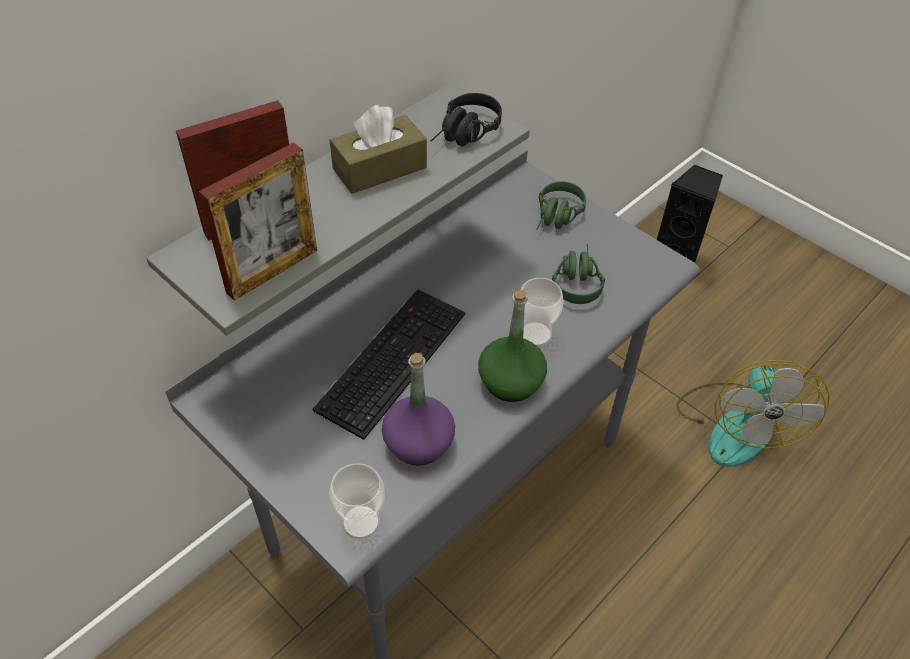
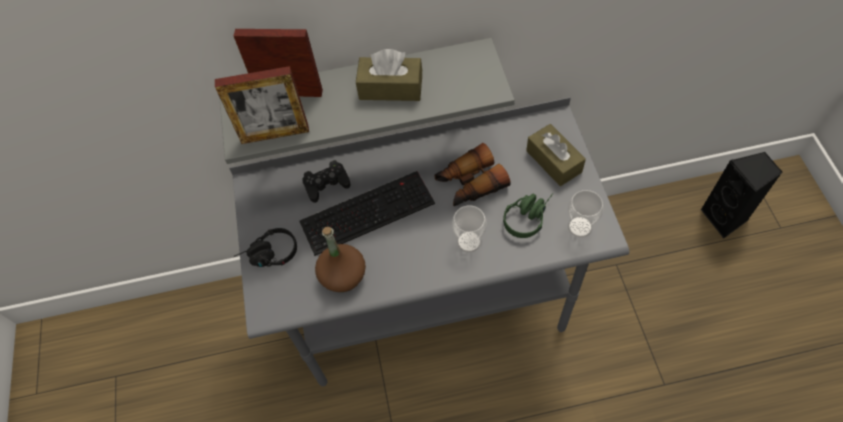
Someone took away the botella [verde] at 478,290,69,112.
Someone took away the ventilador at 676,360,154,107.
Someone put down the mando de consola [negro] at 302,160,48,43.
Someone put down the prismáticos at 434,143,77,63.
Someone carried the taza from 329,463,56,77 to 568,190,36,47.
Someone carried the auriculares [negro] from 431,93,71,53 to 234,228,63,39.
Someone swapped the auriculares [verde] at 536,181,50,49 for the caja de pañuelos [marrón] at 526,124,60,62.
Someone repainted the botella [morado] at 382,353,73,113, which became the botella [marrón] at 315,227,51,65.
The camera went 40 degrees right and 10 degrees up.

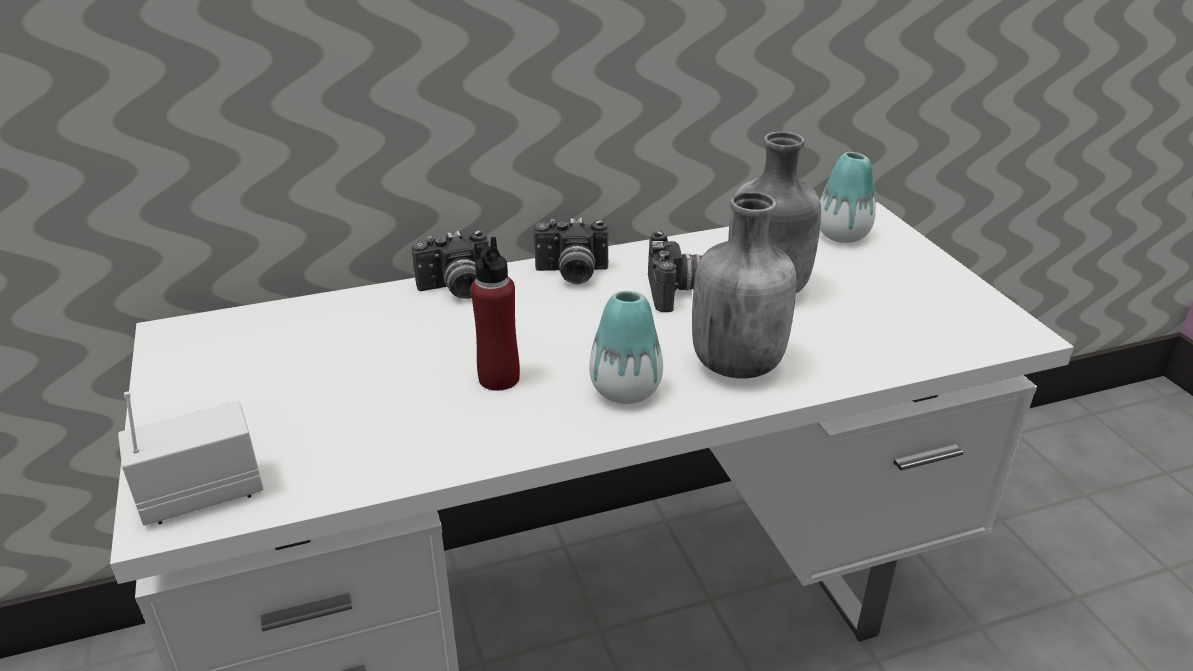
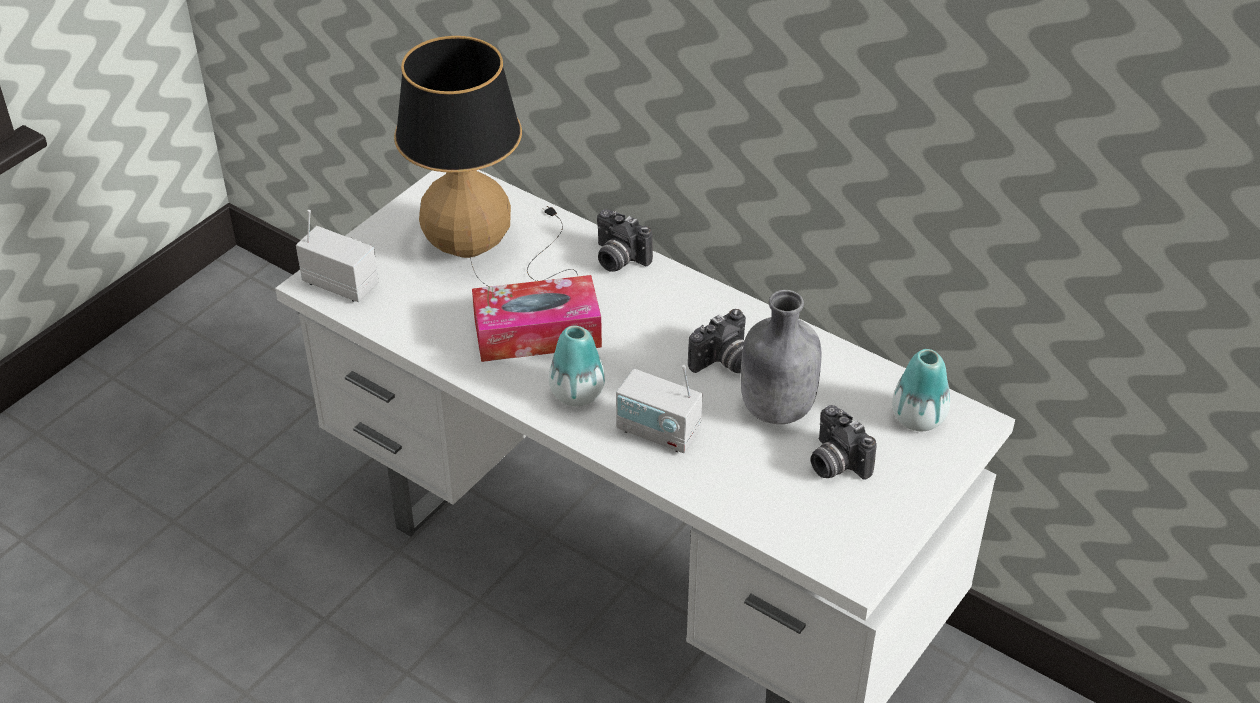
Someone put down the lámpara de mesa at 394,36,184,249.
Someone carried the cámara from 533,218,75,66 to 811,405,66,75.
Someone swapped the botella [rojo] at 471,237,49,154 for the caja de pañuelos at 472,275,130,87.
Someone swapped the botella [gris] at 692,192,105,187 for the radio at 616,365,86,88.
The camera went 55 degrees right and 10 degrees up.

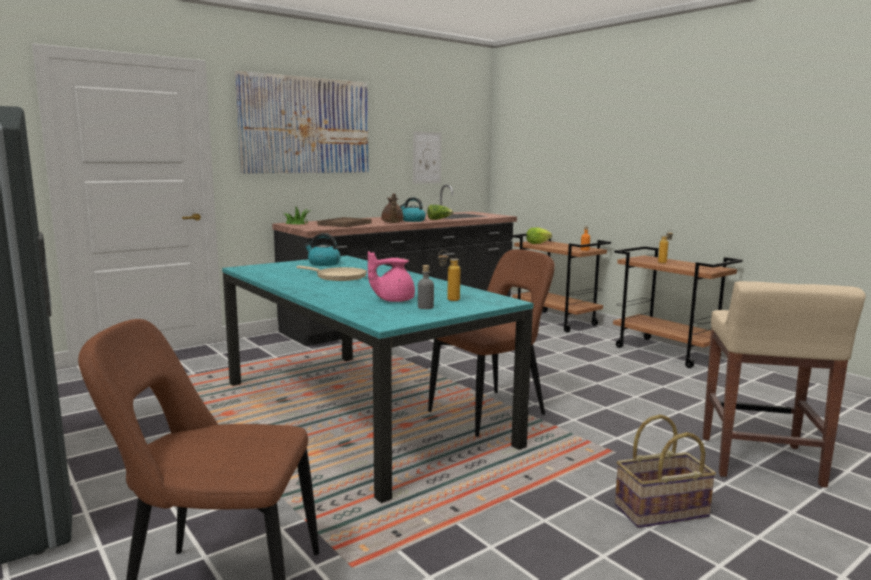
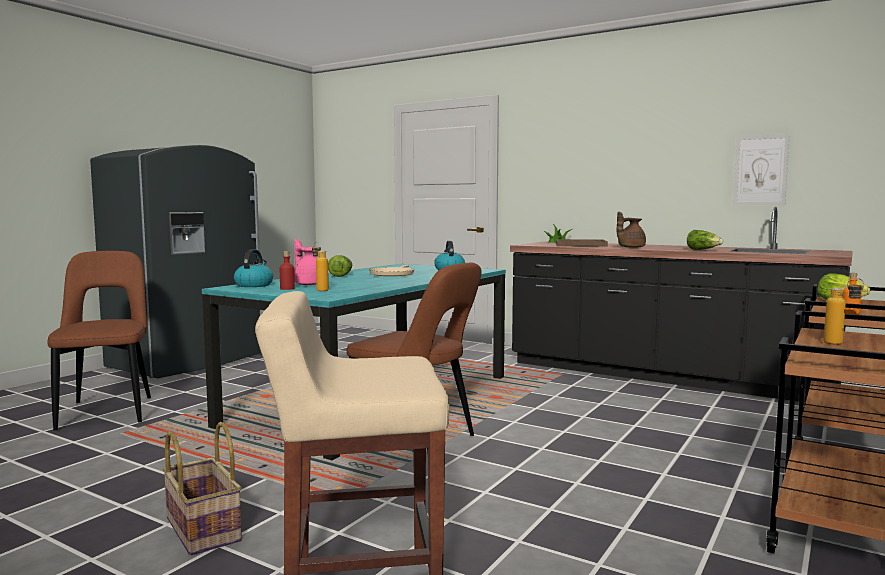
Someone took away the cuadro at 235,71,133,103.
Someone put down the lechuga at 328,255,24,22.
Someone carried the hervidor from 400,197,26,25 to 234,249,39,38.
Someone repainted the botella [gris] at 418,265,16,44, which became the botella [rojo] at 280,251,15,39.
The camera went 70 degrees right and 5 degrees down.

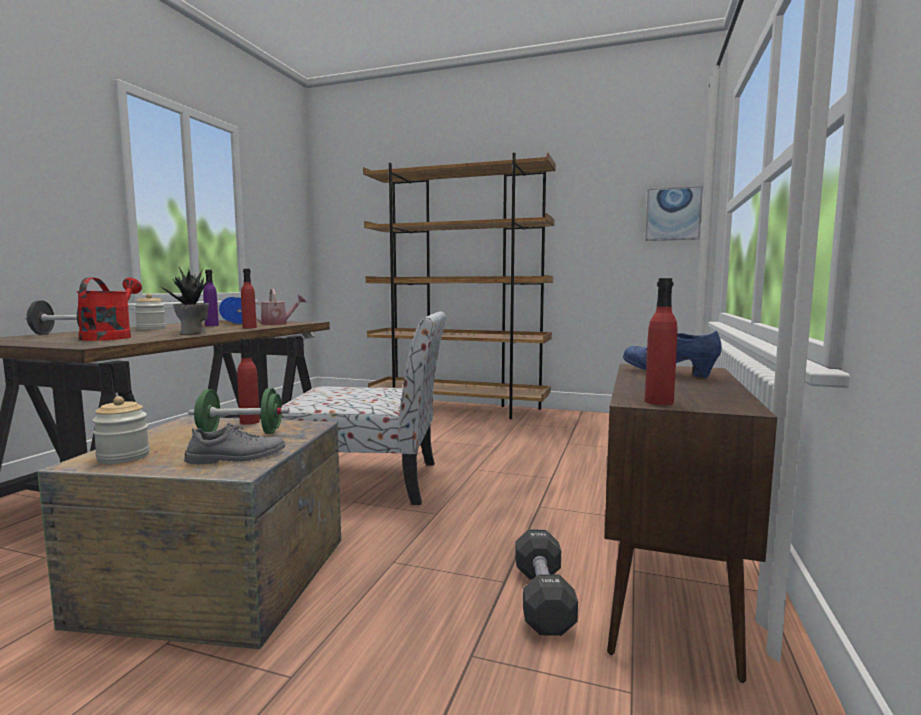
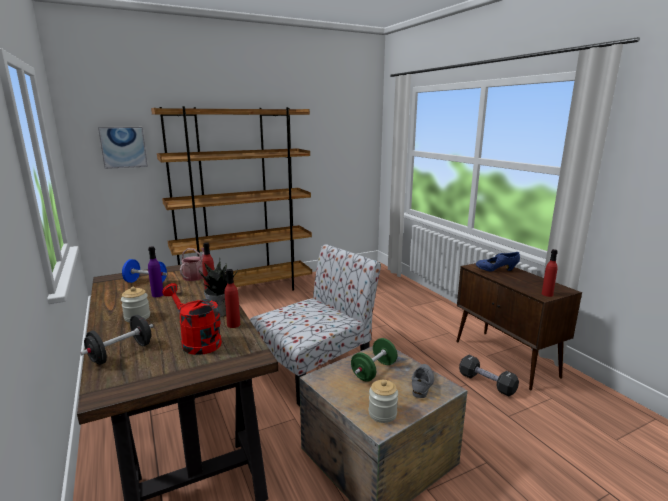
Someone carried the botella [rojo] from 237,338,23,87 to 225,269,15,59.
Someone carried the cuadro from 645,186,58,55 to 98,127,50,42.
The camera went 45 degrees left and 10 degrees up.

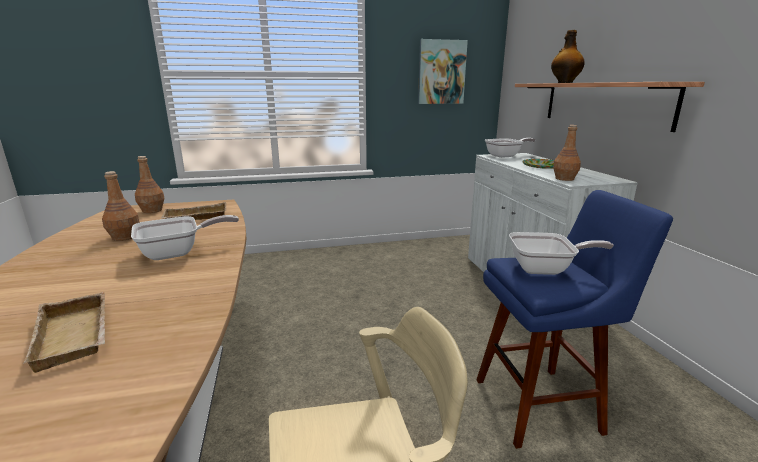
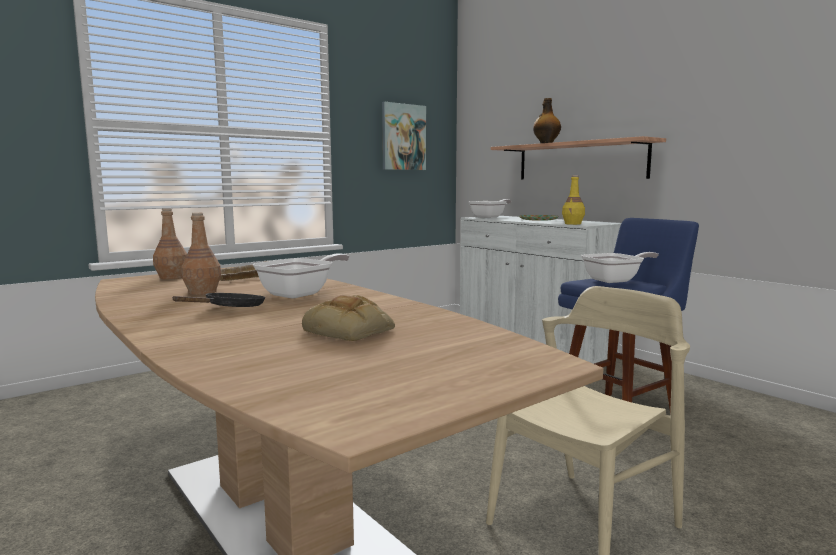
Someone put down the sartén [negro] at 172,293,93,14.
Someone swapped the bandeja [beis] at 23,292,82,81 for the pan at 302,295,93,46.
Someone repainted the botella [marrón] at 553,125,28,56, which became the botella [amarillo] at 562,175,23,50.
The camera went 25 degrees left and 10 degrees down.

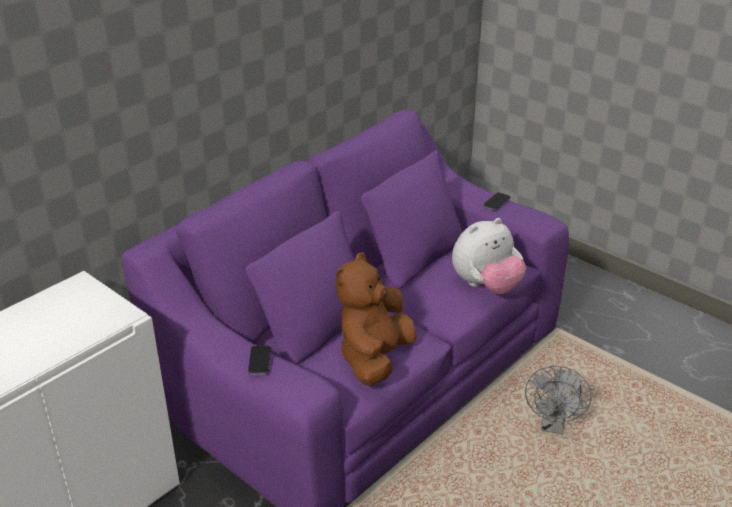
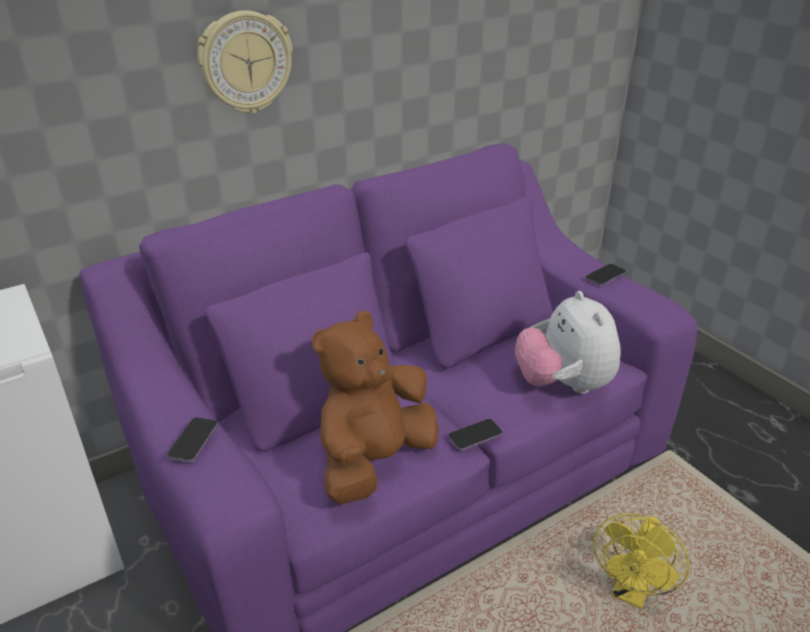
Someone put up the reloj de pared at 197,10,96,104.
Someone put down the móvil at 448,419,54,32.
Someone repainted the ventilador [gris] at 525,366,67,69, which became the ventilador [amarillo] at 593,514,97,95.
Someone rotated the peluche at 452,218,74,76 by 90 degrees clockwise.
The camera went 15 degrees right and 0 degrees up.

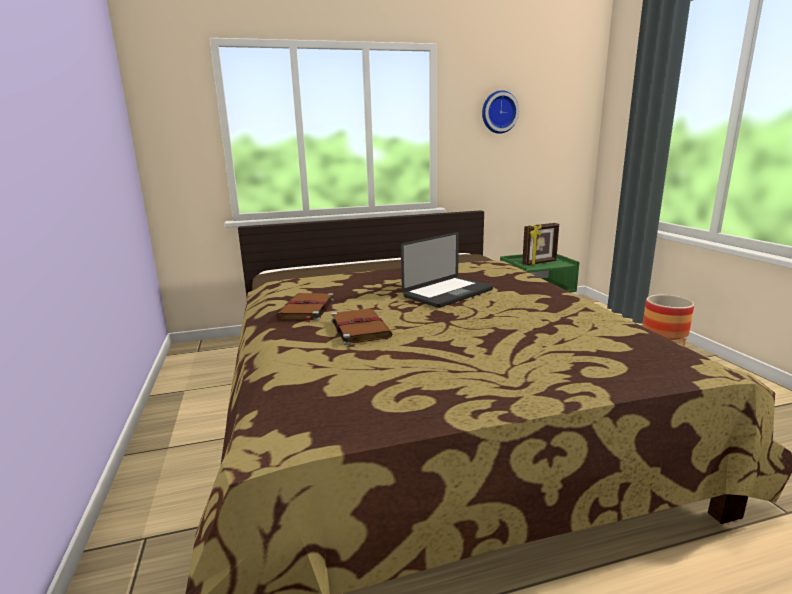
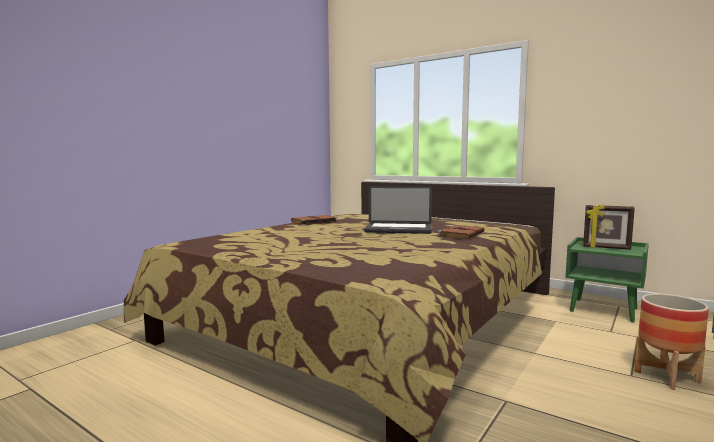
Someone took away the reloj de pared at 482,90,37,44.
Someone carried the libro [marrón] from 331,308,61,37 to 437,225,48,14.
The camera went 50 degrees right and 10 degrees down.

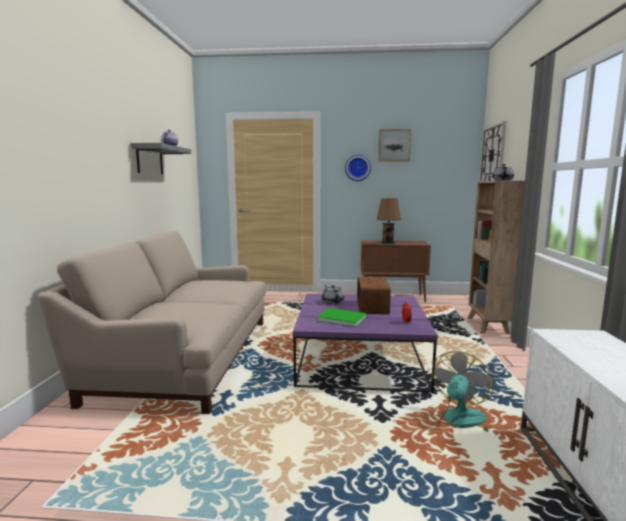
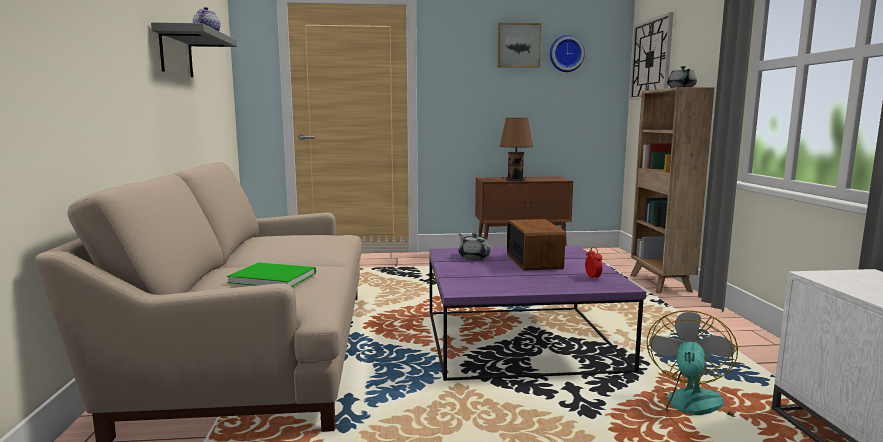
Someone carried the libro [verde] from 317,308,50,19 to 227,263,89,24.
Someone carried the reloj de pared from 345,155,26,26 to 550,35,35,37.
The camera went 10 degrees left and 0 degrees up.

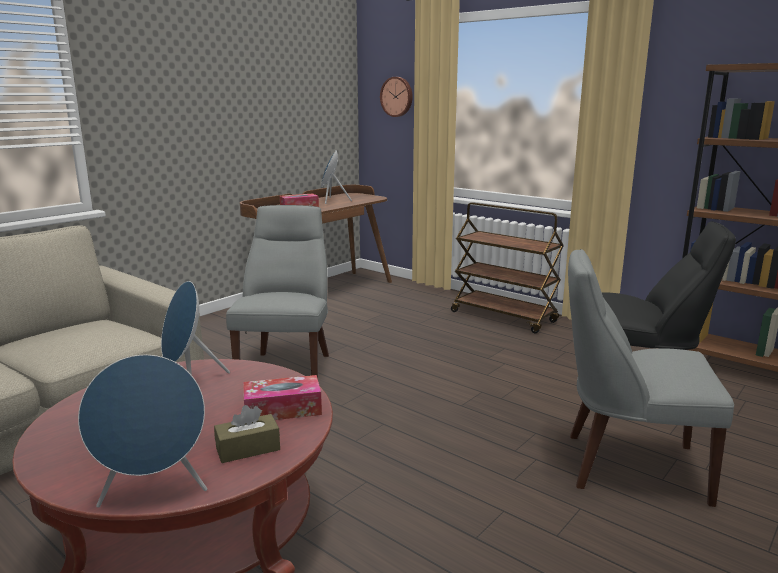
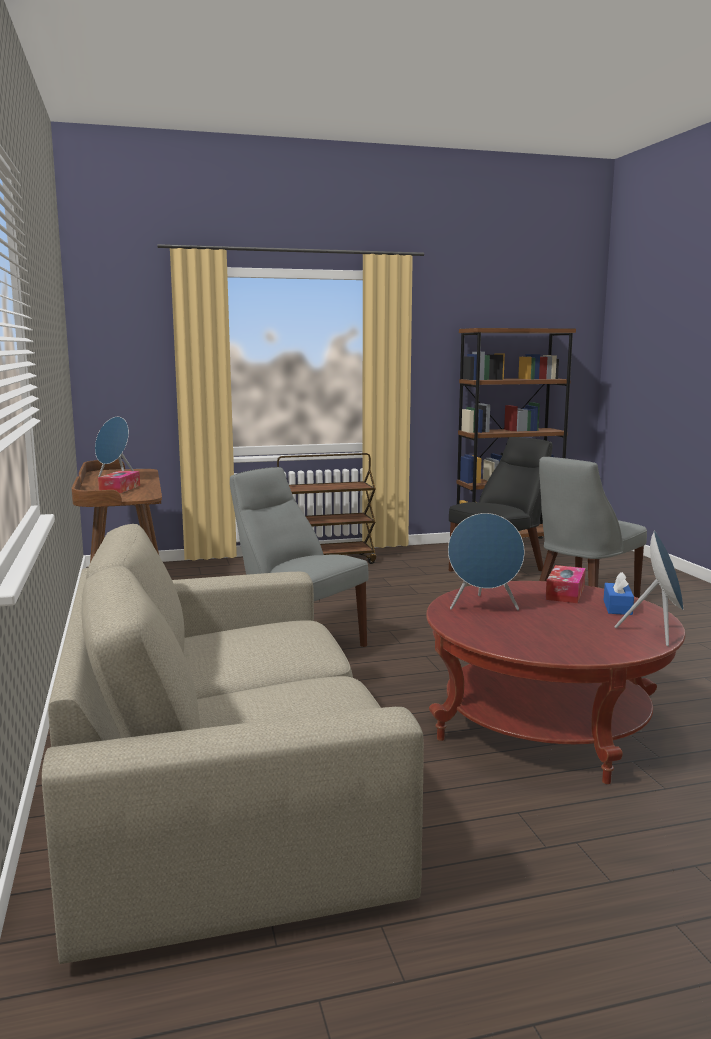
Someone took away the reloj de pared at 380,77,33,40.
Someone repainted the caja de pañuelos [marrón] at 214,405,66,58, which became the caja de pañuelos [azul] at 604,572,30,43.
The camera went 55 degrees left and 5 degrees down.

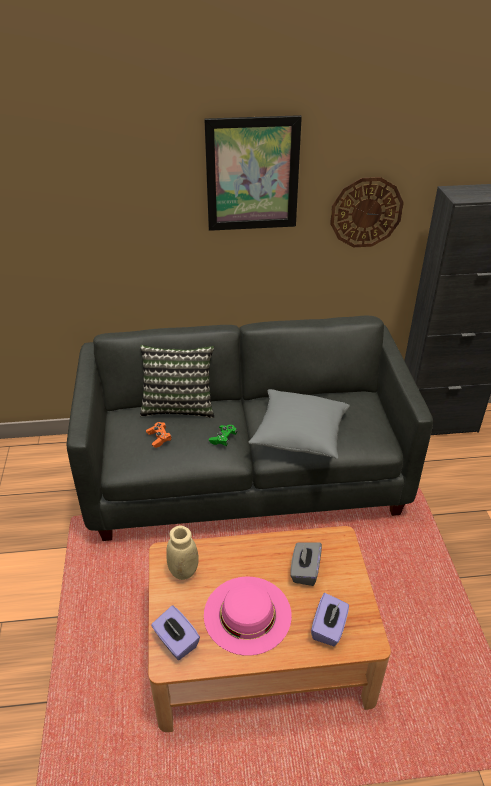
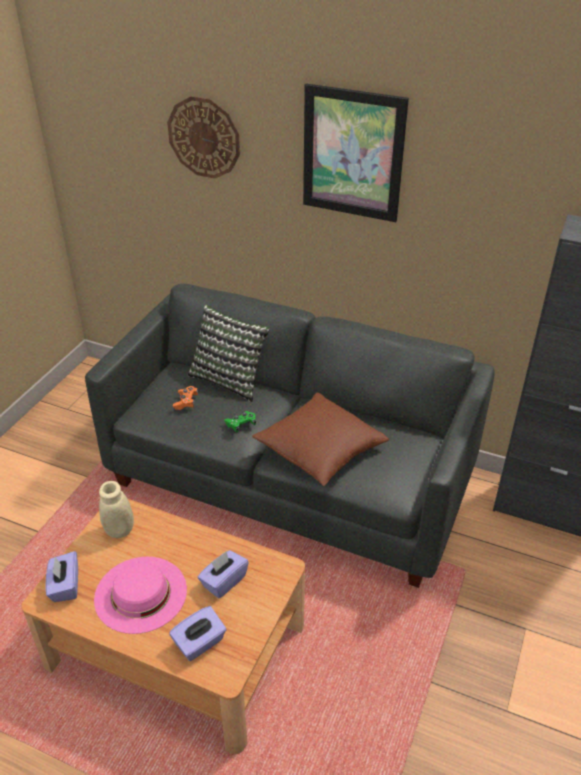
Someone carried the reloj de pared from 330,177,74,70 to 167,96,73,82.
Someone repainted the cojín [gris] at 248,389,102,70, which became the cojín [marrón] at 252,392,137,94.
Someone repainted the caja de pañuelos [gris] at 290,542,32,44, which became the caja de pañuelos [morado] at 198,550,51,48.
The camera went 30 degrees right and 0 degrees up.

